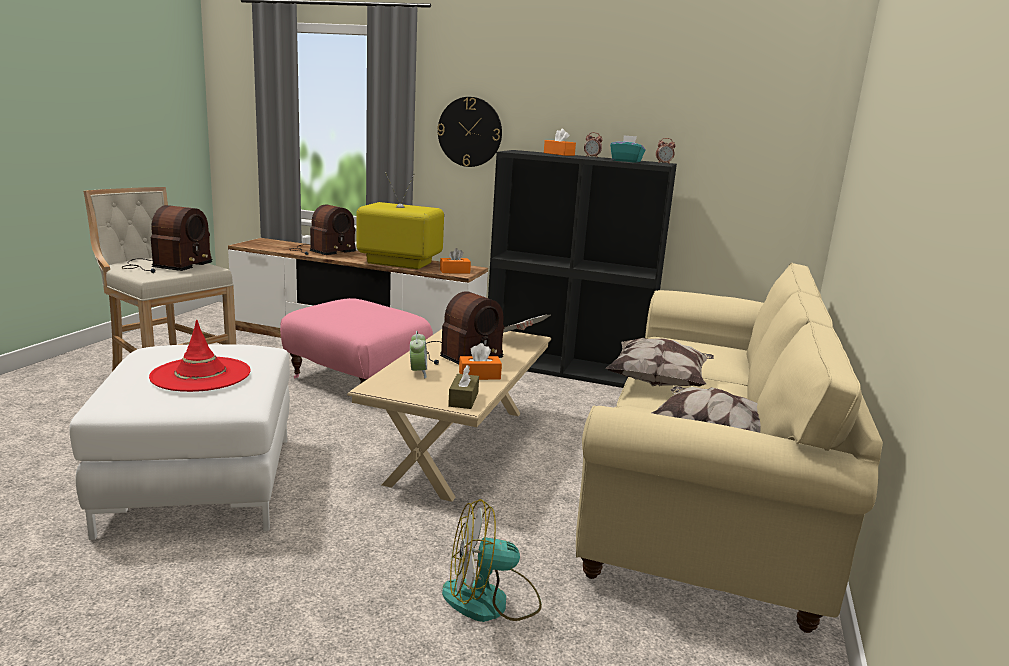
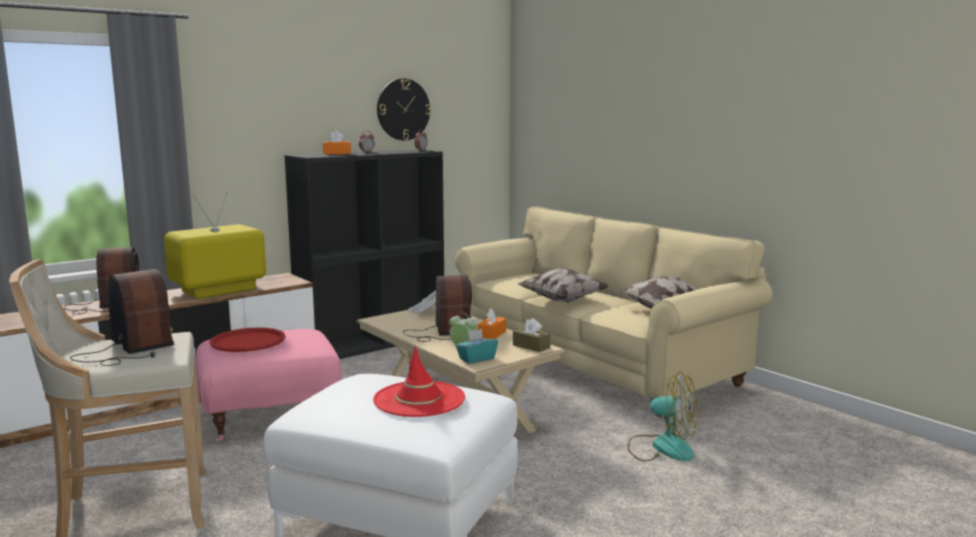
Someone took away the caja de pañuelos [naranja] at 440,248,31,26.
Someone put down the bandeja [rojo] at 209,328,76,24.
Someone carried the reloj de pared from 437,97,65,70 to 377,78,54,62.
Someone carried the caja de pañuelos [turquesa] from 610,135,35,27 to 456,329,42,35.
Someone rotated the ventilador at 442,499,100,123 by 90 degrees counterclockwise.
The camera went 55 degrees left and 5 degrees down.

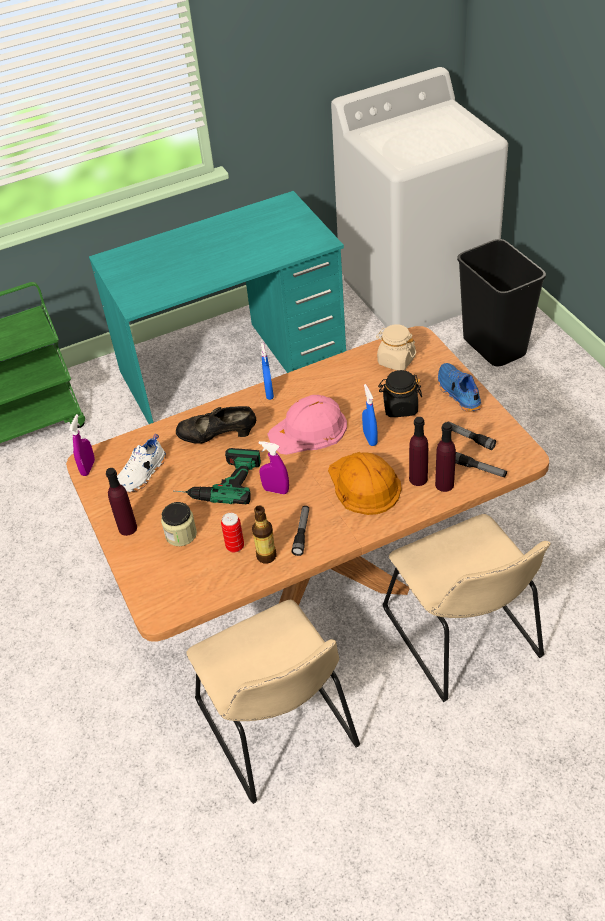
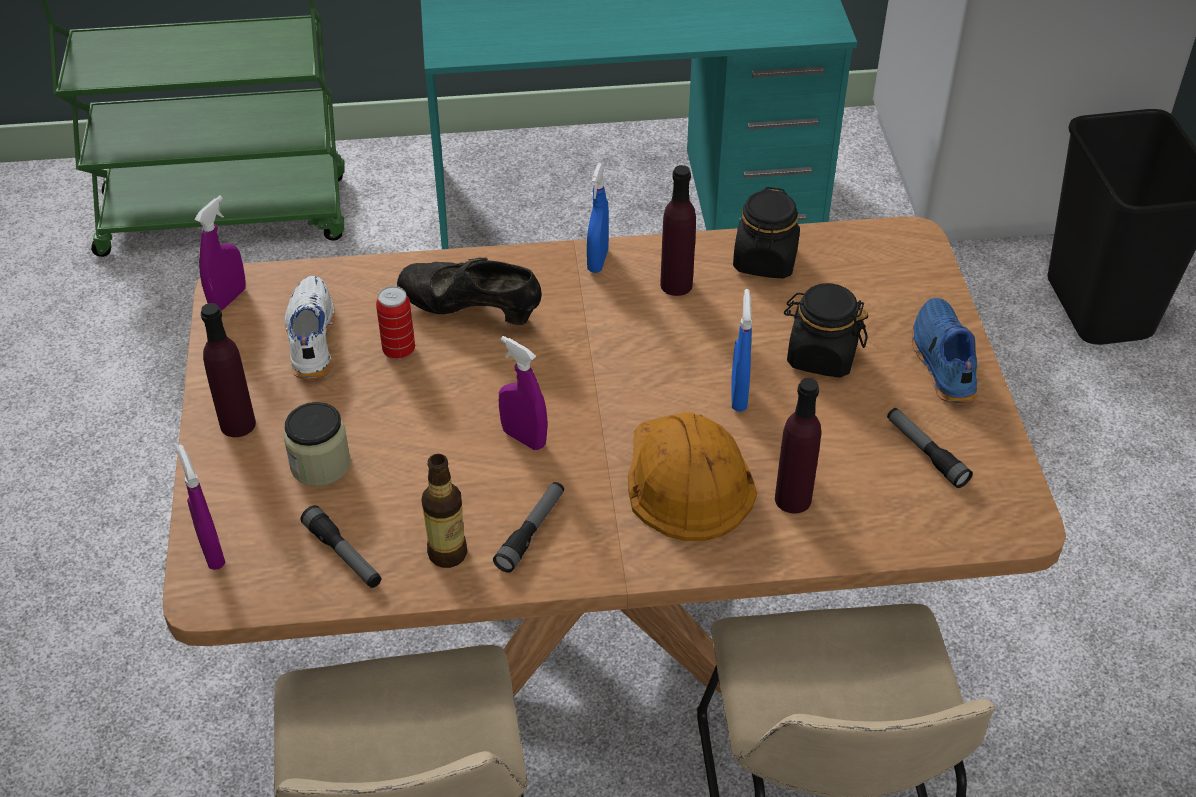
Someone took away the taladro at 173,448,88,56.
Someone took away the casco [rosa] at 267,395,80,60.
Someone took away the tarro [beis] at 376,324,40,46.
Someone put down the pulverizador [morado] at 177,444,49,126.
Someone put down the tarro [negro] at 733,187,67,92.
Someone carried the lata from 221,513,23,39 to 376,286,39,74.
Someone carried the botella [morado] from 435,422,21,70 to 660,165,36,131.
Someone carried the linterna from 455,452,52,26 to 301,505,80,83.
Someone rotated the zapato [blanco] at 117,434,49,59 by 120 degrees clockwise.
The camera went 15 degrees right and 0 degrees up.

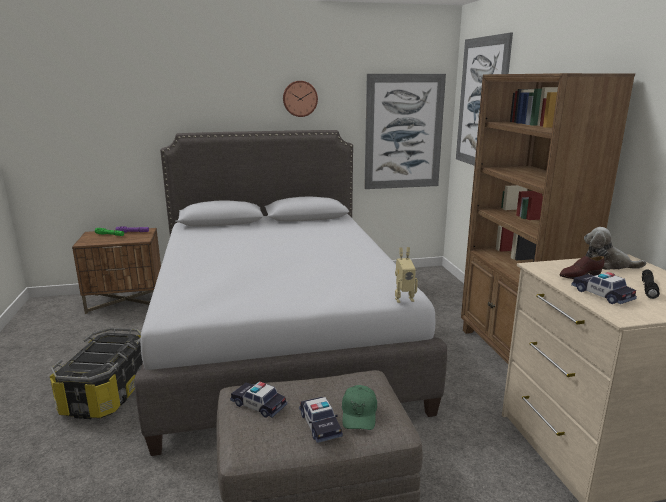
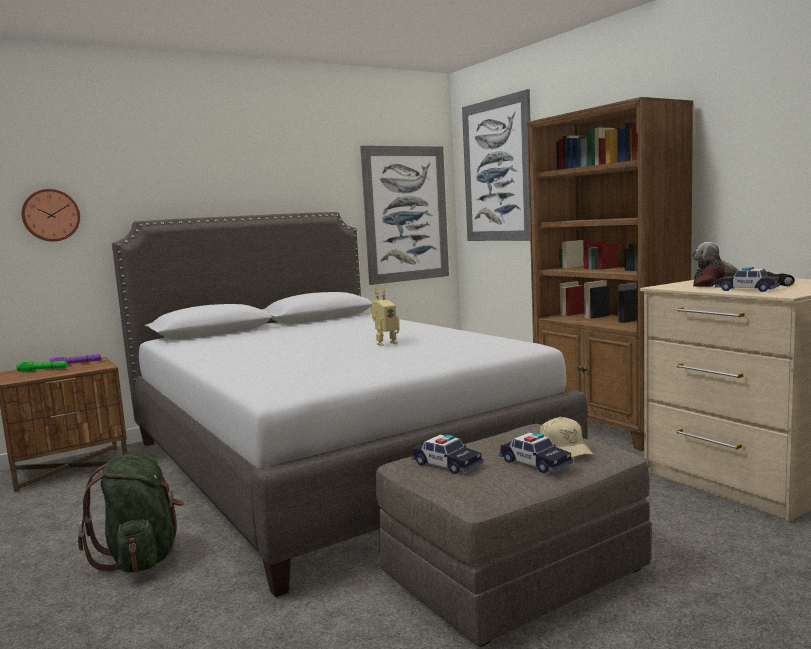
Someone carried the reloj de pared from 283,81,35,36 to 21,189,59,52.
Someone carried the robot de juguete from 395,247,23,56 to 371,287,28,59.
Someone swapped the caja de almacenaje at 50,328,93,91 for the mochila [verde] at 78,454,106,119.
Someone repainted the gorra [verde] at 342,385,35,45, which became the gorra [beis] at 540,417,53,41.
Someone rotated the coche de juguete at 230,381,57,37 by 150 degrees counterclockwise.
The camera went 20 degrees left and 10 degrees down.

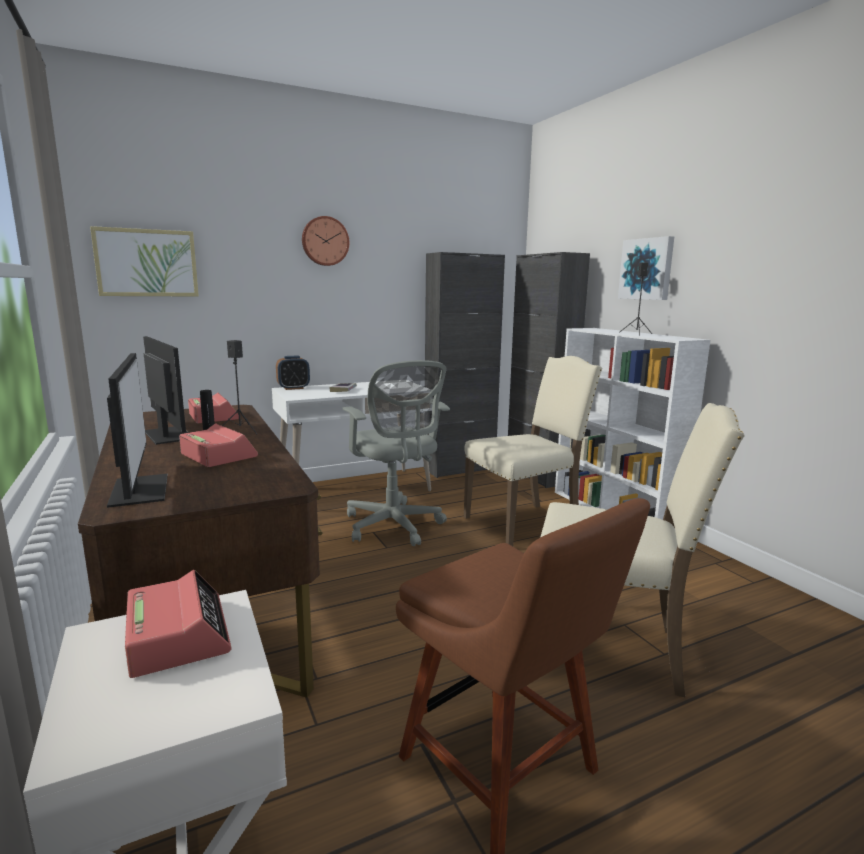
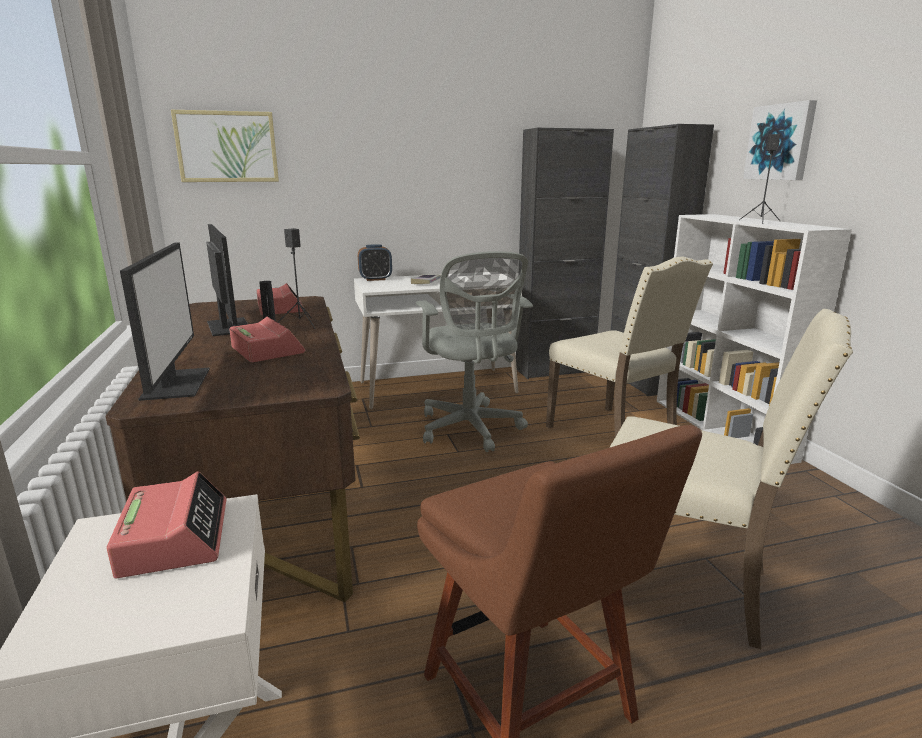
Someone took away the reloj de pared at 302,216,47,50.
Someone rotated the silla [beis] at 464,356,138,190 by 75 degrees clockwise.
The camera went 10 degrees right and 5 degrees up.

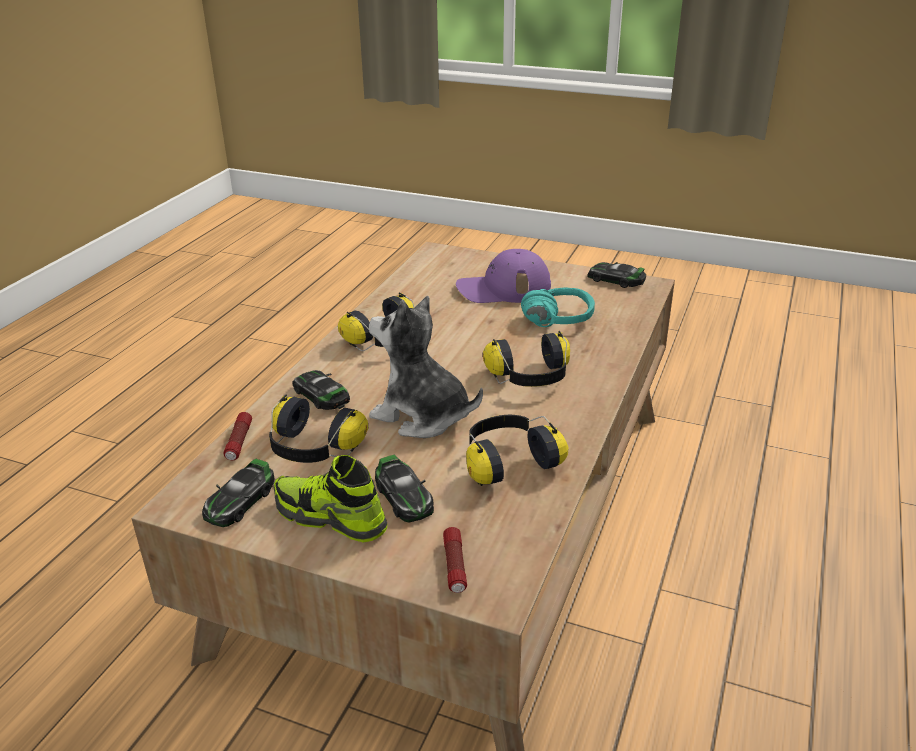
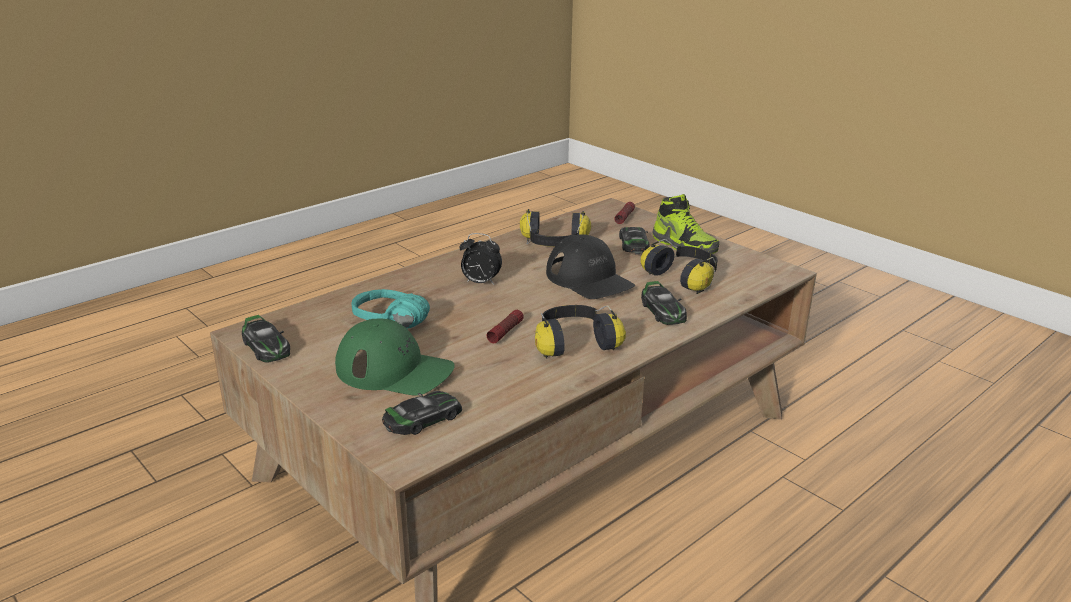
Someone carried the coche de juguete from 202,458,73,69 to 382,391,80,44.
Someone carried the linterna from 223,412,29,48 to 487,310,37,33.
Someone swapped the peluche at 369,296,114,142 for the gorra [negro] at 546,234,89,65.
Someone swapped the auriculares at 483,331,87,56 for the despertador at 459,233,43,52.
Someone repainted the gorra [morado] at 456,249,95,54, which became the gorra [verde] at 335,319,120,77.
The camera went 155 degrees left and 5 degrees down.

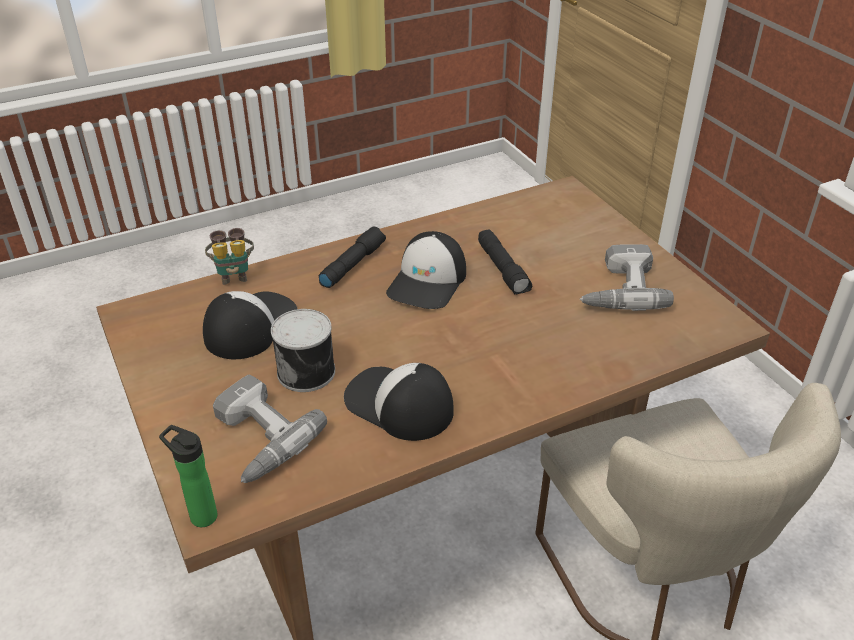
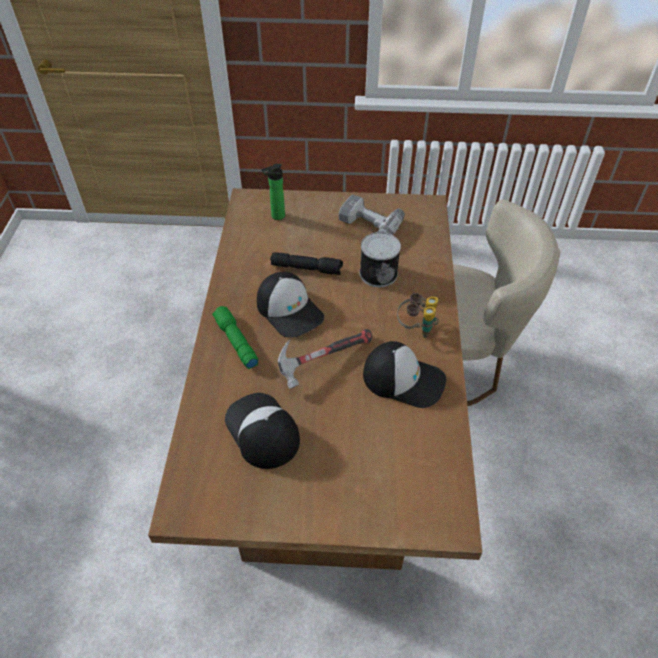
Someone took away the taladro at 213,374,114,109.
Someone put down the martillo at 278,329,94,60.
Someone carried the botella from 159,425,58,102 to 261,164,24,56.
Someone carried the prismáticos from 205,228,49,57 to 397,293,42,45.
Someone carried the lata from 271,309,64,83 to 360,232,41,55.
Someone repainted the linterna [negro] at 319,227,67,61, which became the linterna [verde] at 212,306,46,63.
Someone rotated the gorra at 344,363,110,78 by 135 degrees counterclockwise.
The camera went 60 degrees left and 10 degrees up.

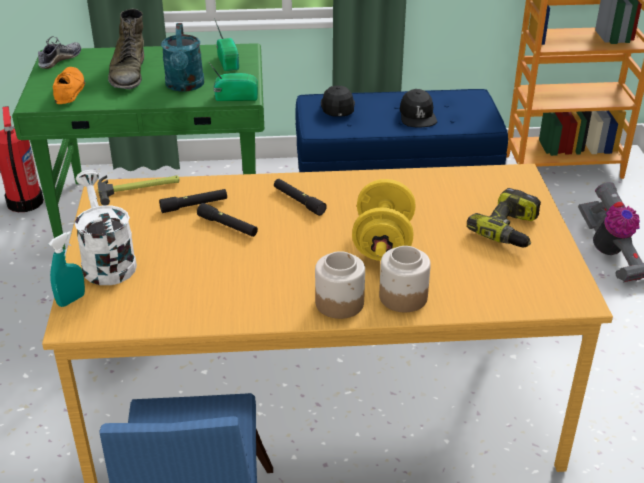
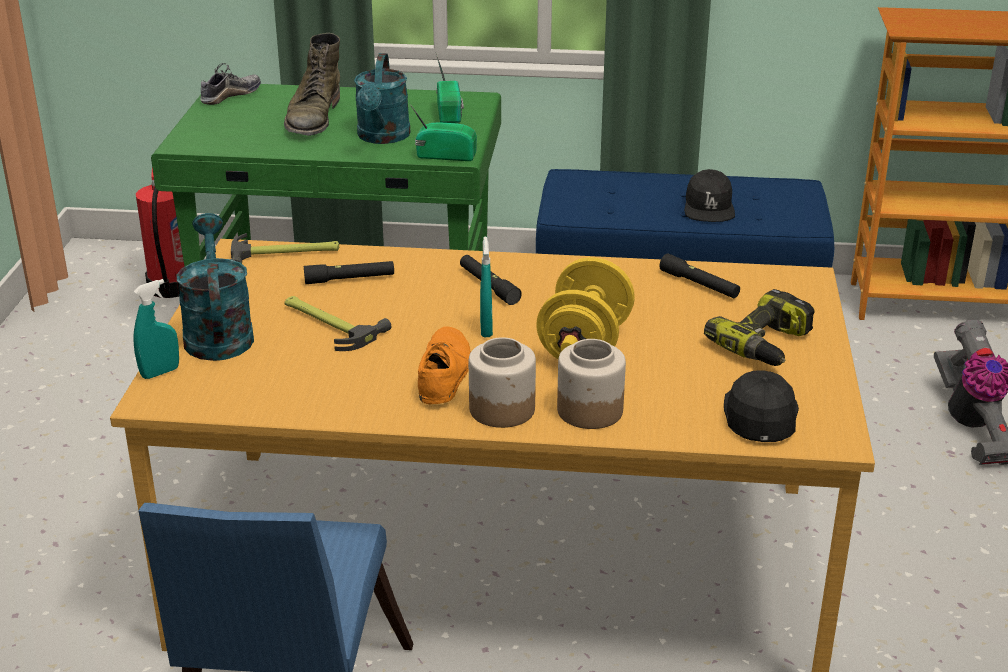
Someone put down the martillo at 285,296,106,55.
Someone put down the pulverizador [turquesa] at 480,237,13,100.
Someone carried the zapato [naranja] from 53,67,32,37 to 418,327,53,77.
Someone carried the linterna [negro] from 197,203,61,34 to 659,254,81,44.
Someone carried the gorra [negro] from 321,86,34,31 to 724,370,75,72.
Someone repainted the regadera [blanco] at 74,170,63,115, which became the regadera [turquesa] at 177,213,77,148.
The camera went 10 degrees right and 5 degrees down.

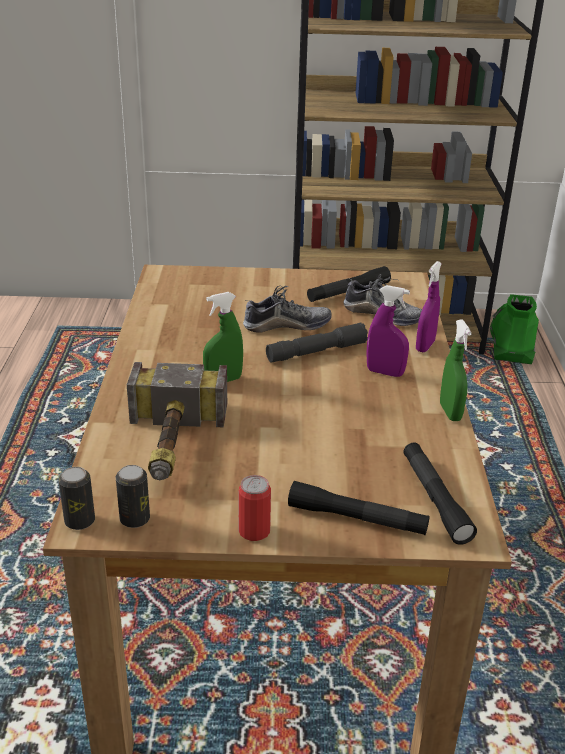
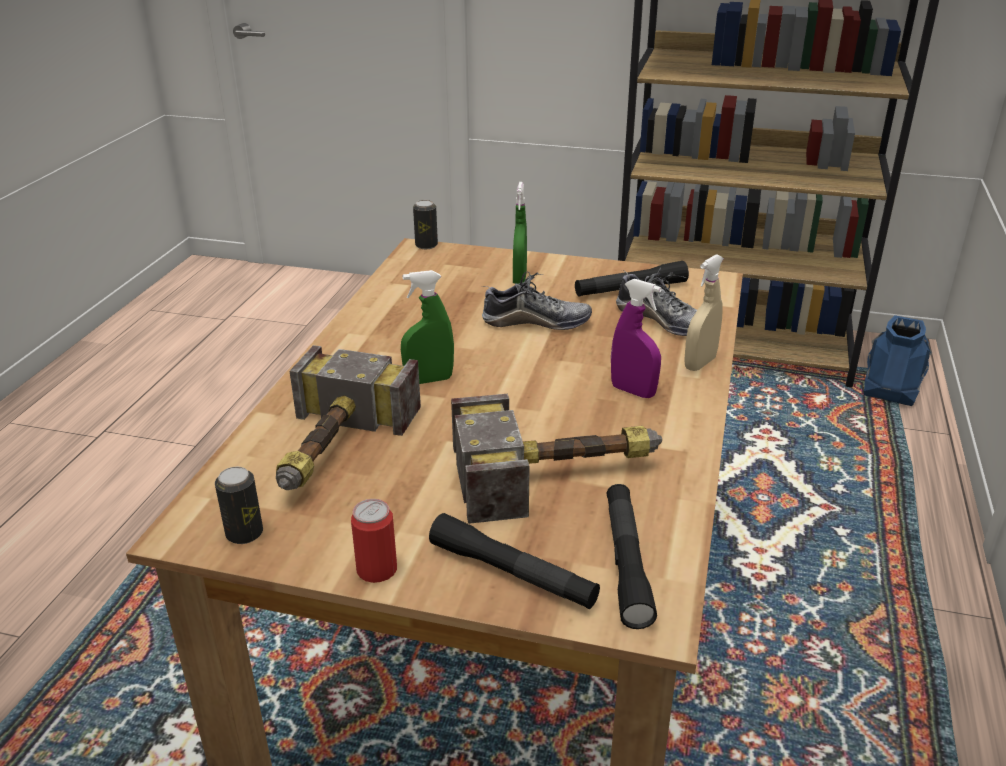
Someone took away the linterna [gris] at 266,322,102,41.
Someone put down the martillo at 451,394,211,130.
Someone carried the lata from 58,467,37,63 to 413,200,25,49.
Someone carried the pulverizador [verde] from 440,319,32,102 to 513,182,14,102.
Someone repainted the pulverizador [morado] at 416,261,25,91, which became the pulverizador [beis] at 684,254,40,117.
Someone repainted the bota [verde] at 490,294,49,70, which became the bota [azul] at 864,315,68,91.
The camera went 15 degrees right and 0 degrees up.

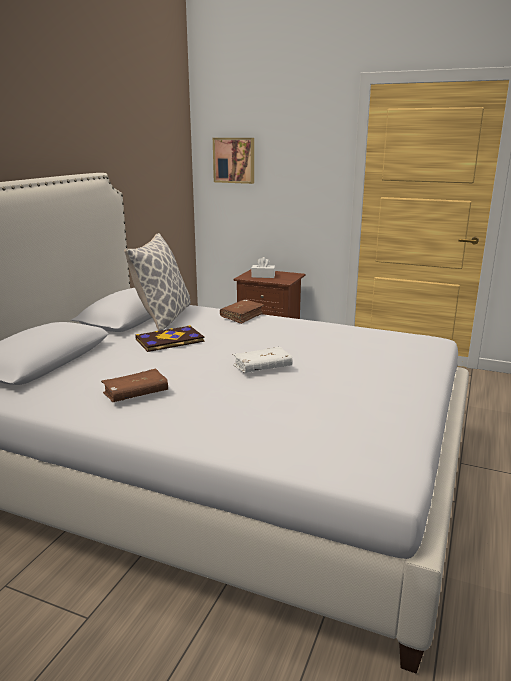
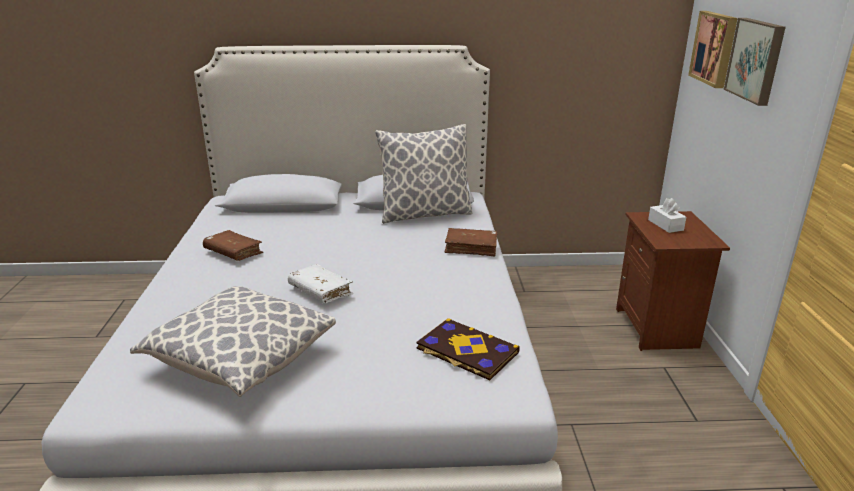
Someone put down the cojín at 130,286,206,111.
Someone put up the cuadro at 724,18,62,88.
Someone carried the libro from 135,325,70,27 to 416,318,104,62.
The camera went 65 degrees right and 5 degrees up.

